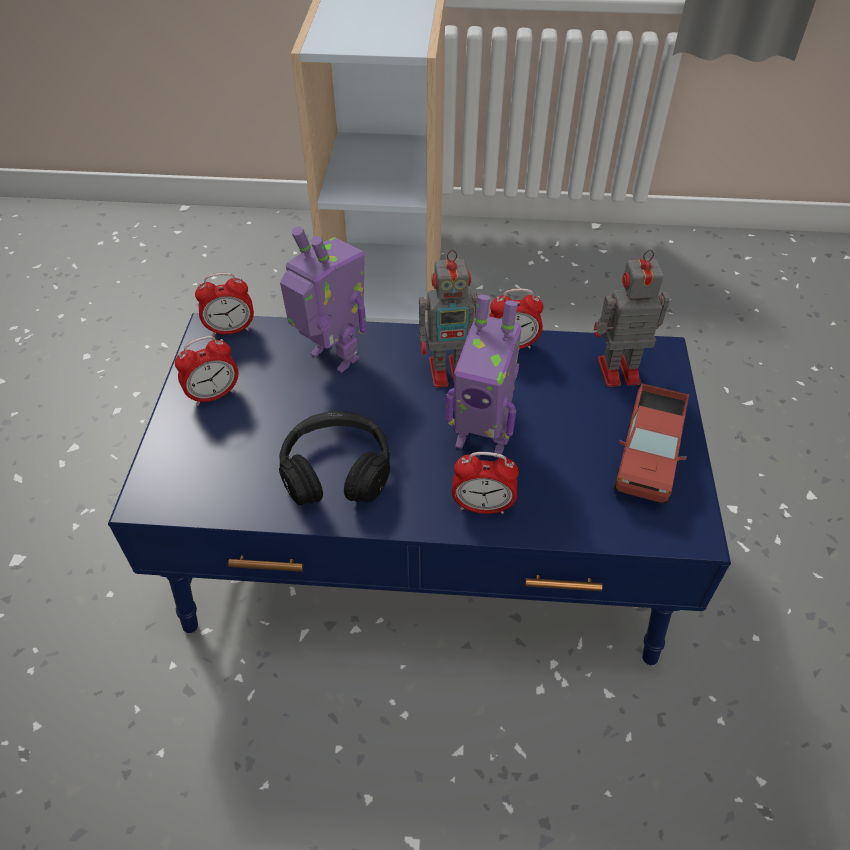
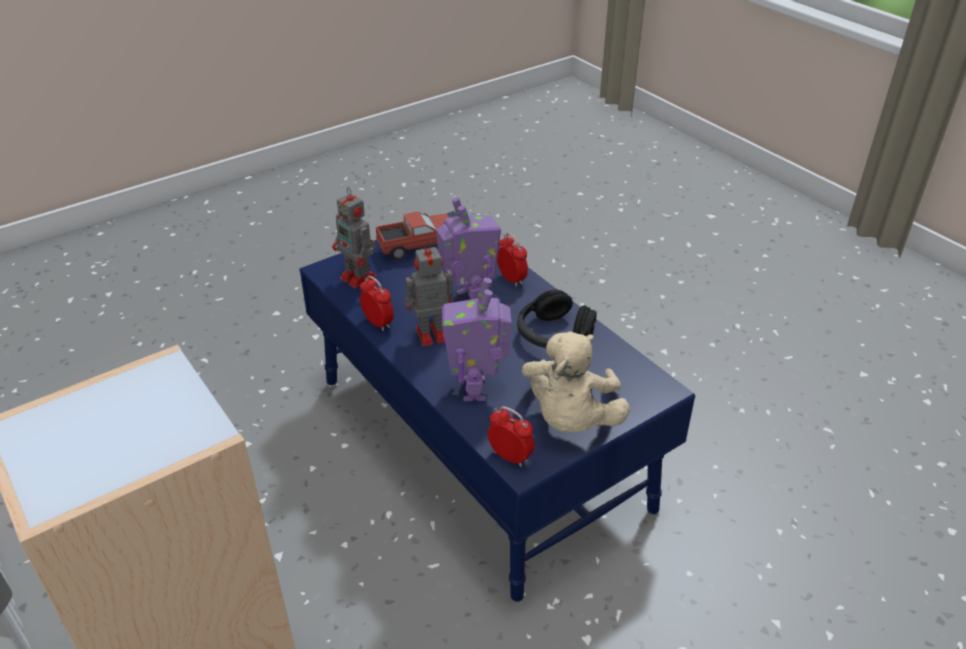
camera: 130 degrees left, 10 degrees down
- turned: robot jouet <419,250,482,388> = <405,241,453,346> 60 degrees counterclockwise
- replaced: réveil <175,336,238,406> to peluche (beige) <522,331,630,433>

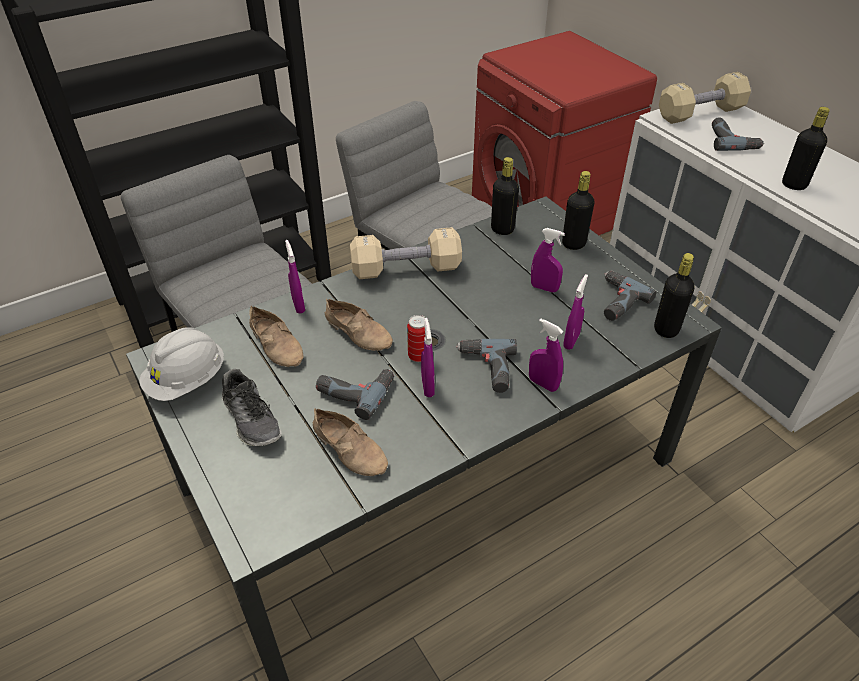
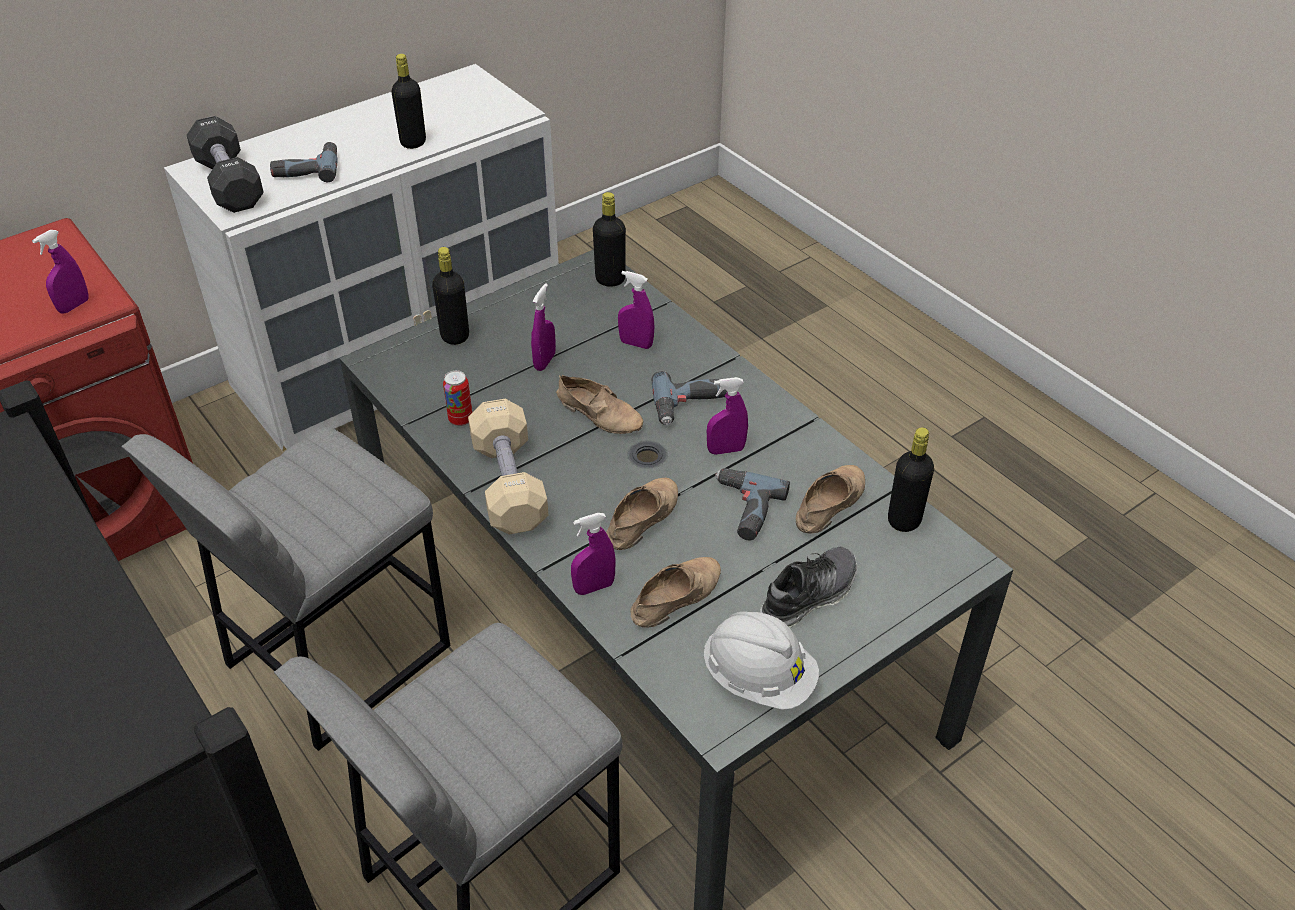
camera: 95 degrees left, 0 degrees up
- recoloured: haltère (beige) <659,72,751,124> to haltère (noir) <186,116,264,213>
- moved: bouteille (noir) <491,157,519,235> to <888,427,934,532>
- removed: perceuse <604,271,657,321>
- moved: boîte métallique <407,315,426,362> to <443,370,472,426>
- moved: vaporisateur (violet) <529,318,563,392> to <32,230,89,314>
- added: chaussure (beige) <556,375,643,434>

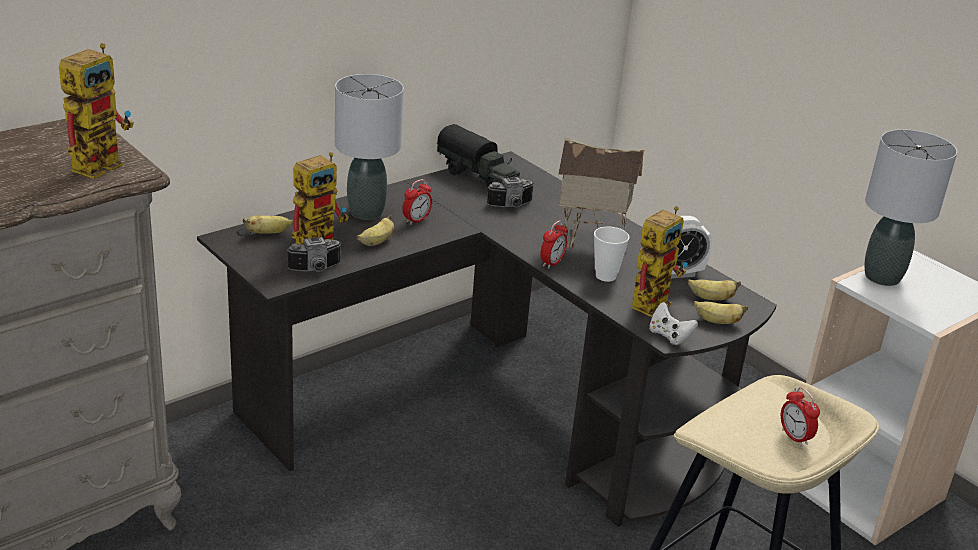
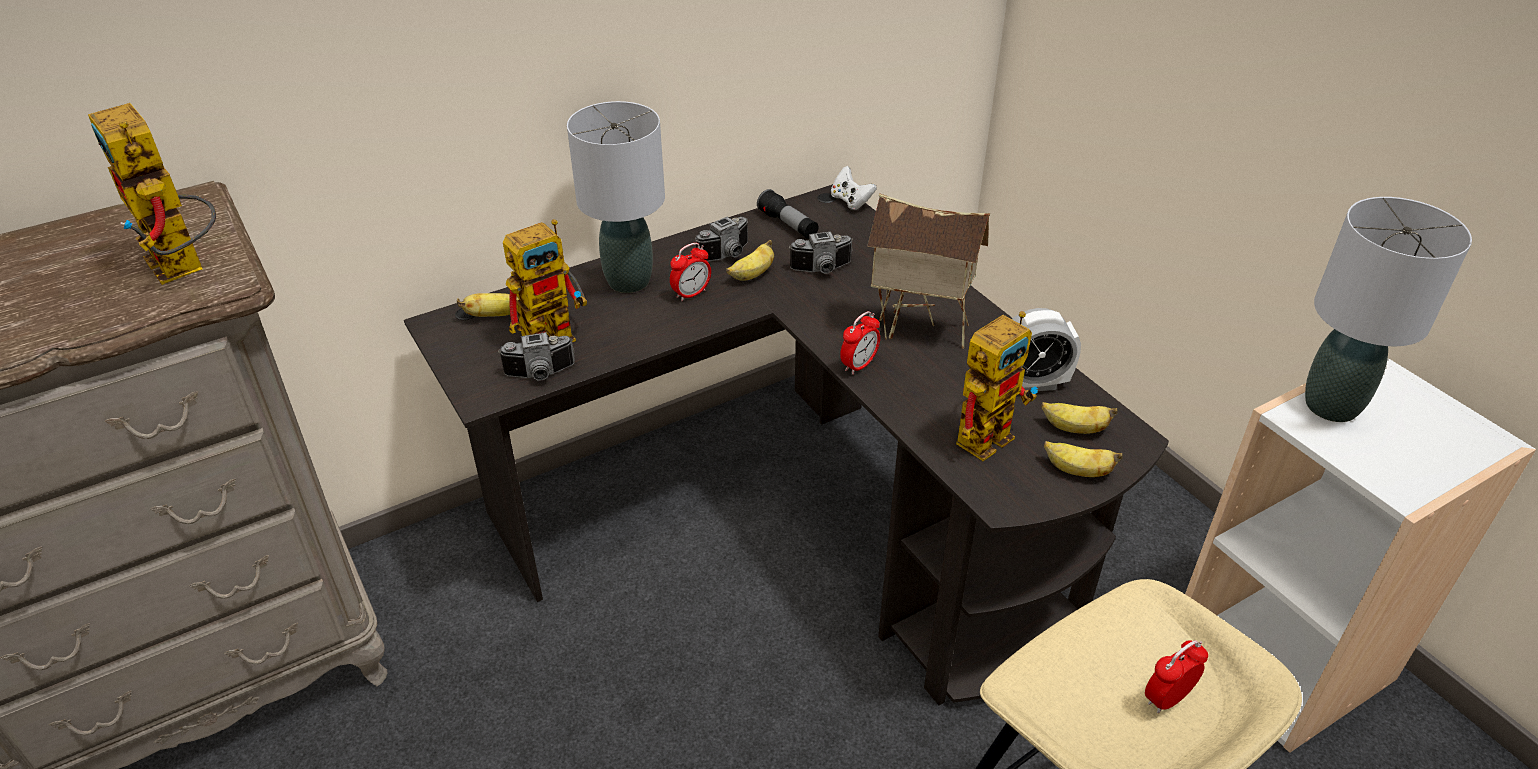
camera: 10 degrees right, 10 degrees up
- turned: robot jouet <59,43,134,179> = <88,103,216,285> 105 degrees clockwise
- replaced: camion jouet <437,124,521,189> to lampe de poche <757,189,819,239>
- moved: banane <357,215,394,246> to <726,240,774,281>
- removed: tasse <594,227,630,282>
- moved: manette (blanc) <649,302,698,345> to <831,166,876,210>
- turned: réveil <781,387,820,446> = <1145,640,1208,713> 75 degrees clockwise
- added: appareil photo <695,217,748,262>

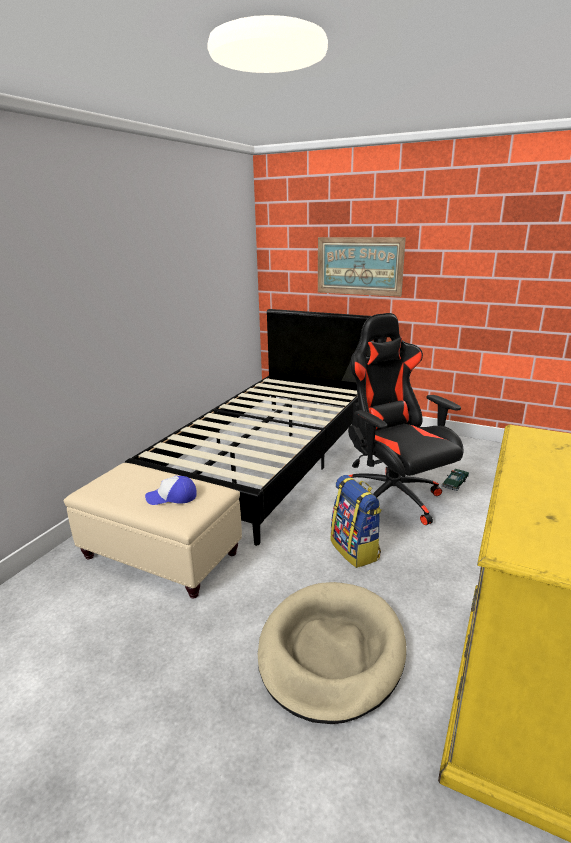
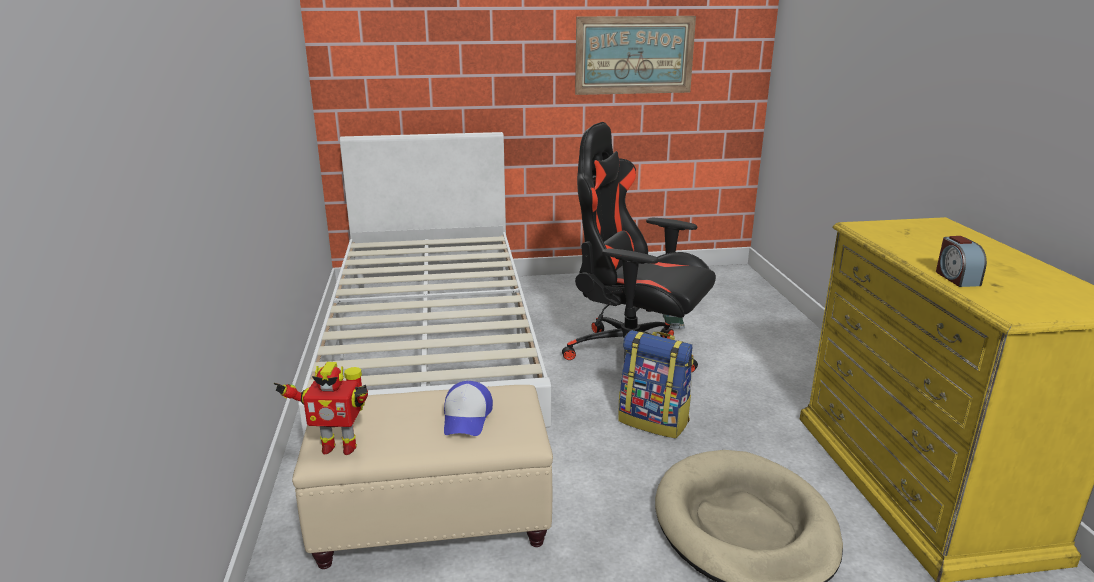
camera: 35 degrees left, 0 degrees up
- moved: tableau <318,237,406,297> to <575,16,696,95>
- recoloured: lit (noir) <124,309,371,546> to lit (blanc) <298,132,551,438>
- turned: casquette <145,476,197,505> = <444,381,493,436> 45 degrees counterclockwise
- added: réveil <936,236,987,287>
- added: robot jouet <274,362,368,455>

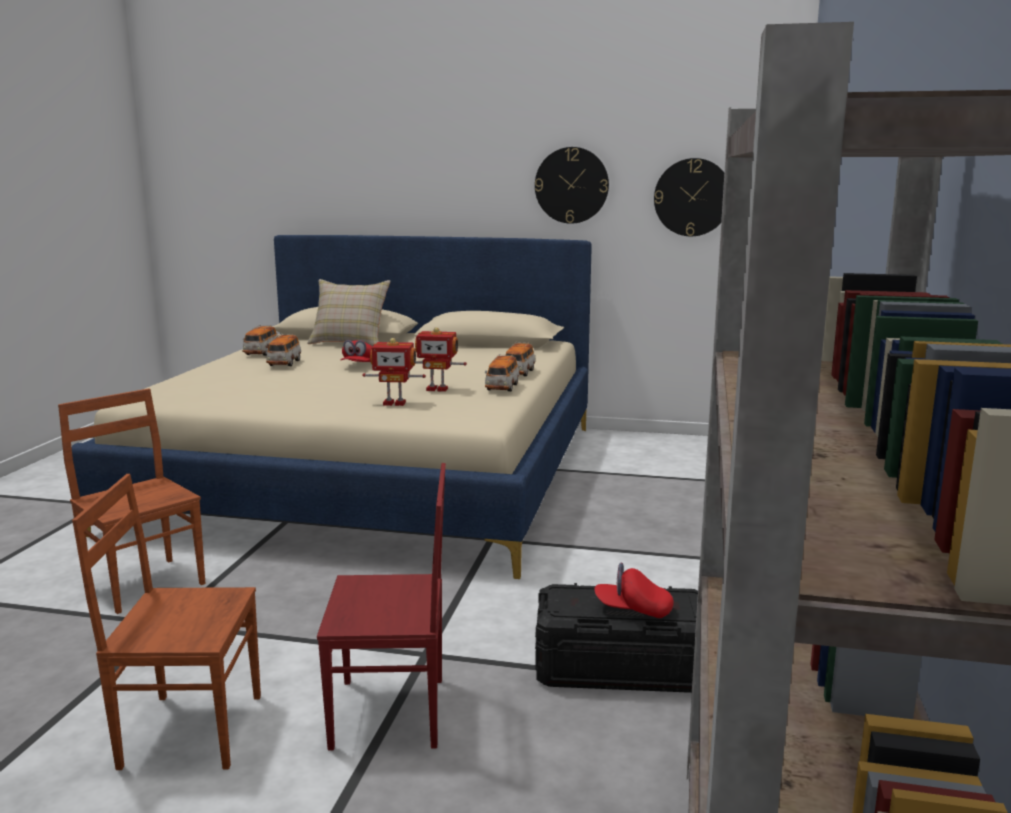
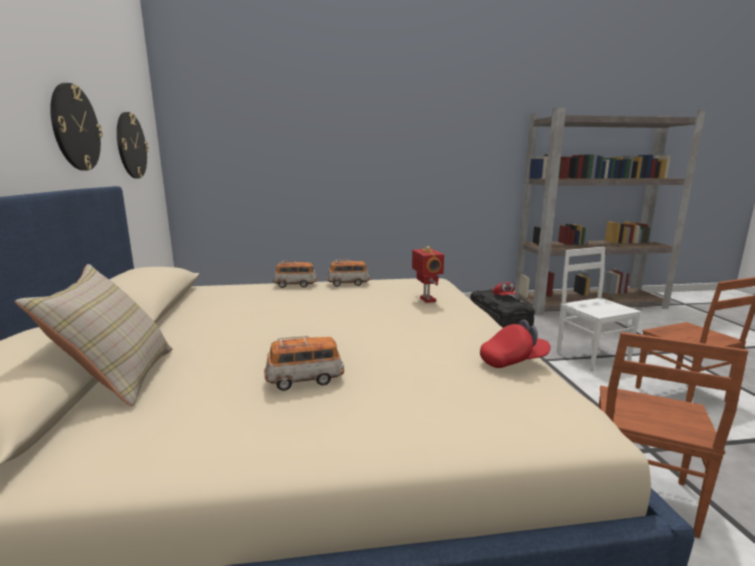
camera: 110 degrees left, 0 degrees up
- removed: petite voiture <242,325,278,356>
- removed: robot jouet <415,327,467,392>
- moved: casquette (rouge) <341,340,372,362> to <480,319,551,368>
- recoloured: chaise (rouge) <317,463,446,751> to chaise (blanc) <557,247,642,371>

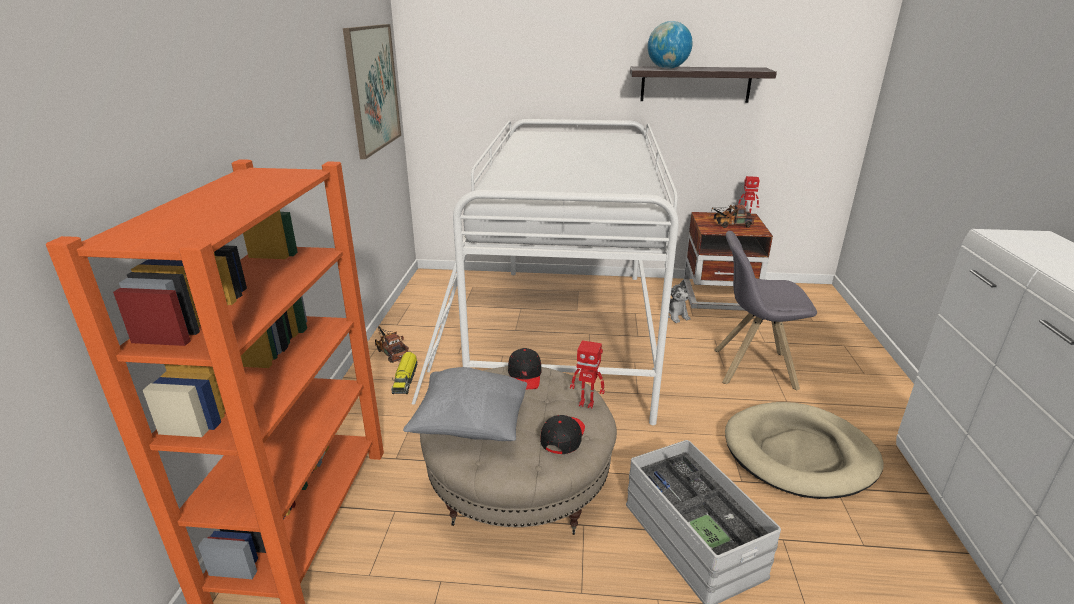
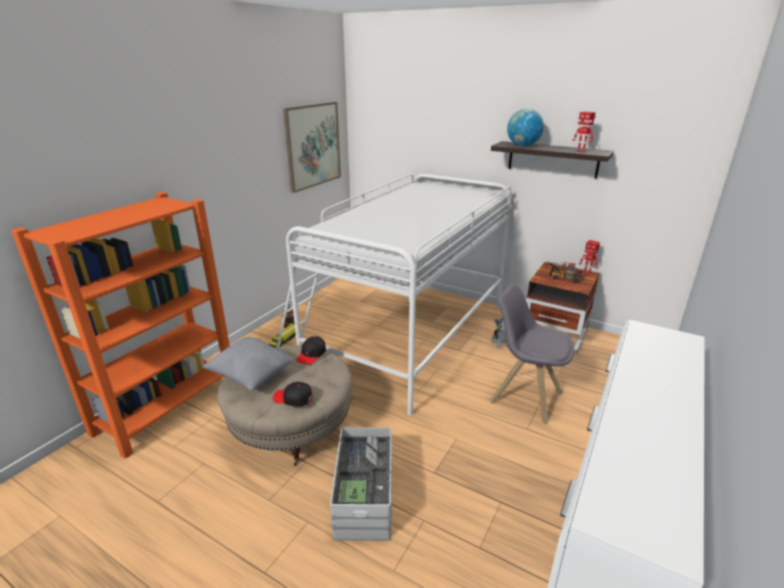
camera: 25 degrees right, 0 degrees up
- moved: robot jouet <570,340,605,408> to <572,111,596,153>
- removed: panier pour chien (beige) <725,402,883,499>
- turned: casquette (noir) <540,415,585,454> = <273,382,313,407> 120 degrees counterclockwise

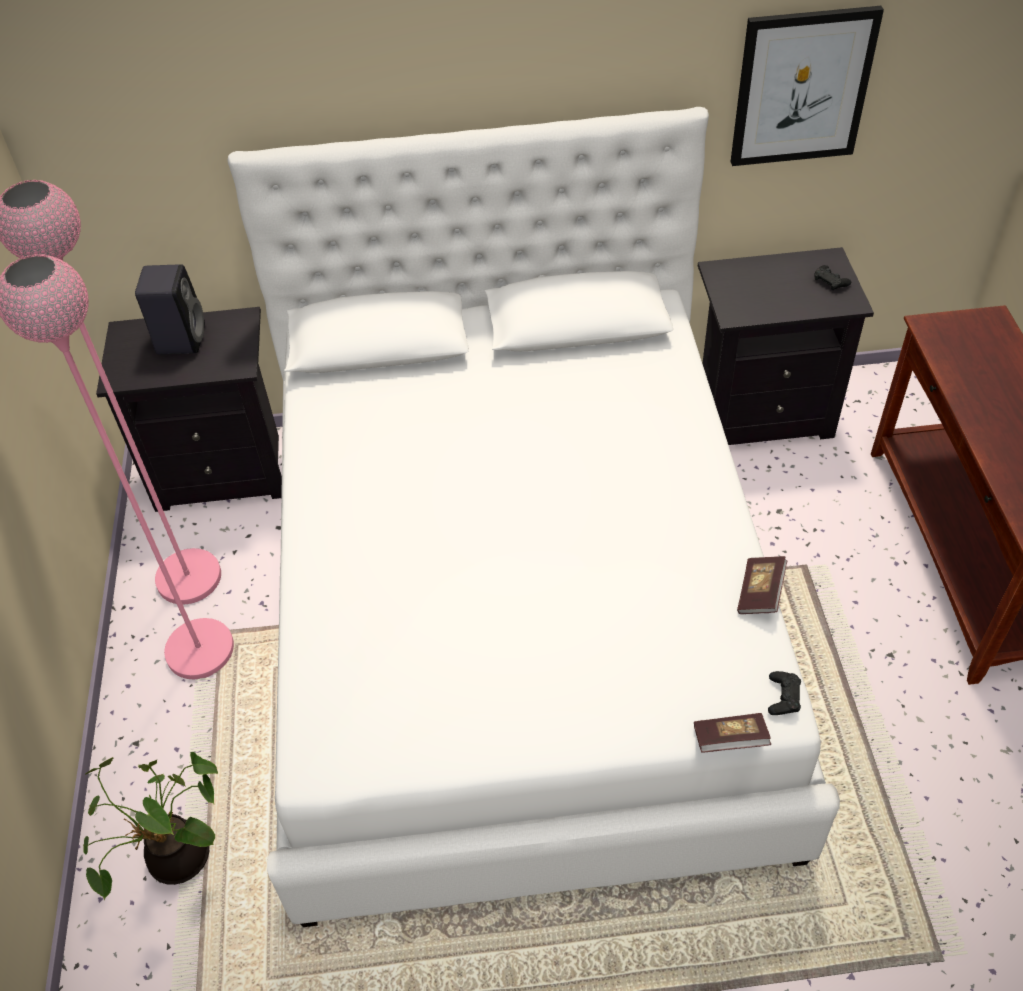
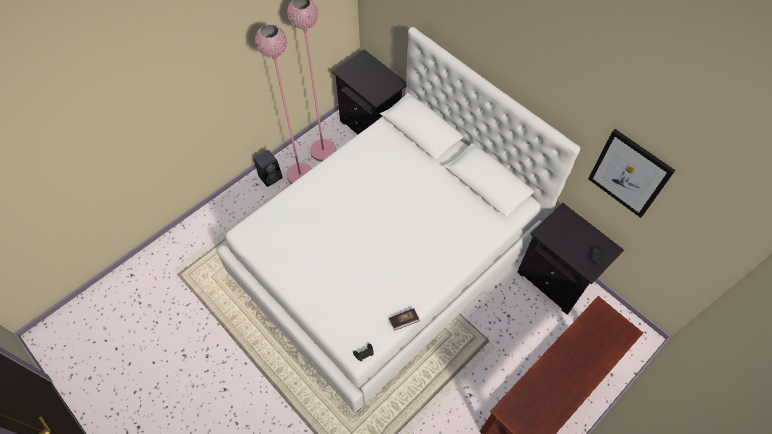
camera: 50 degrees right, 10 degrees up
- moved: enceinte (noir) <135,264,205,354> to <254,150,283,187>
- removed: livre <694,713,771,753>
- removed: plante en pot <83,752,218,900>

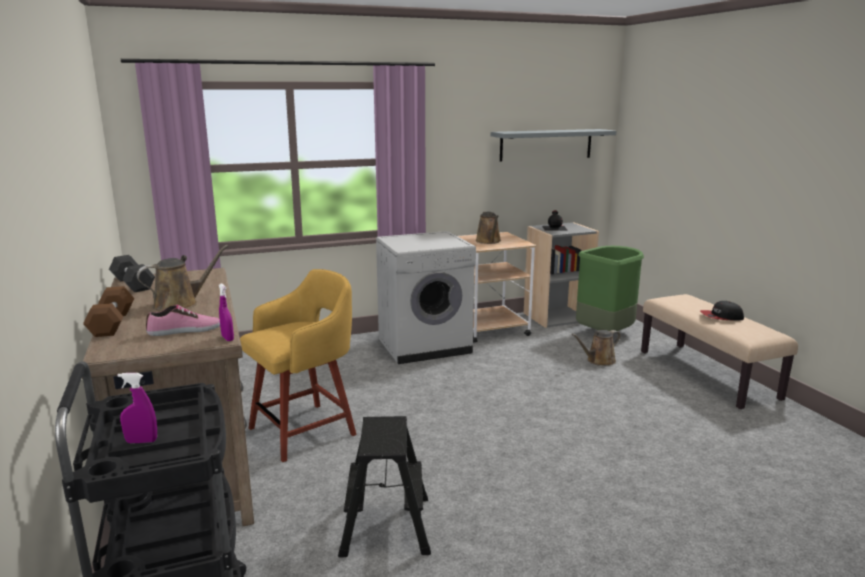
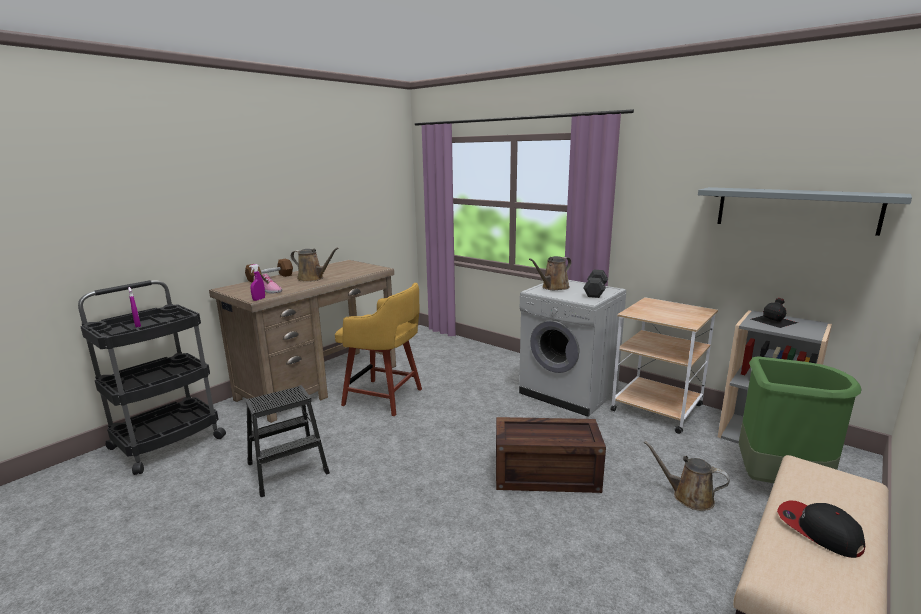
camera: 60 degrees right, 0 degrees up
- moved: arrosoir (marron) <476,211,501,244> to <529,256,571,290>
- moved: haltère (noir) <109,255,155,292> to <583,270,608,298>
- added: caisse <496,417,606,493>

